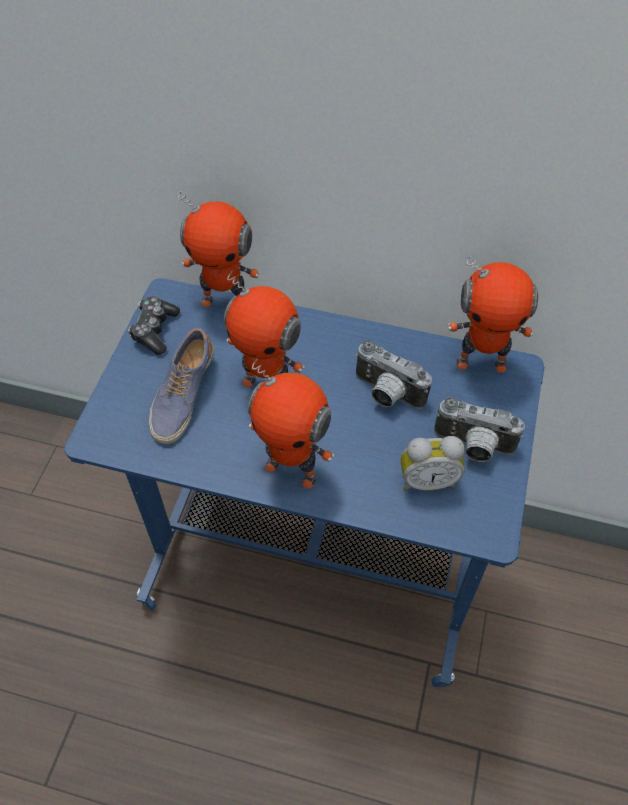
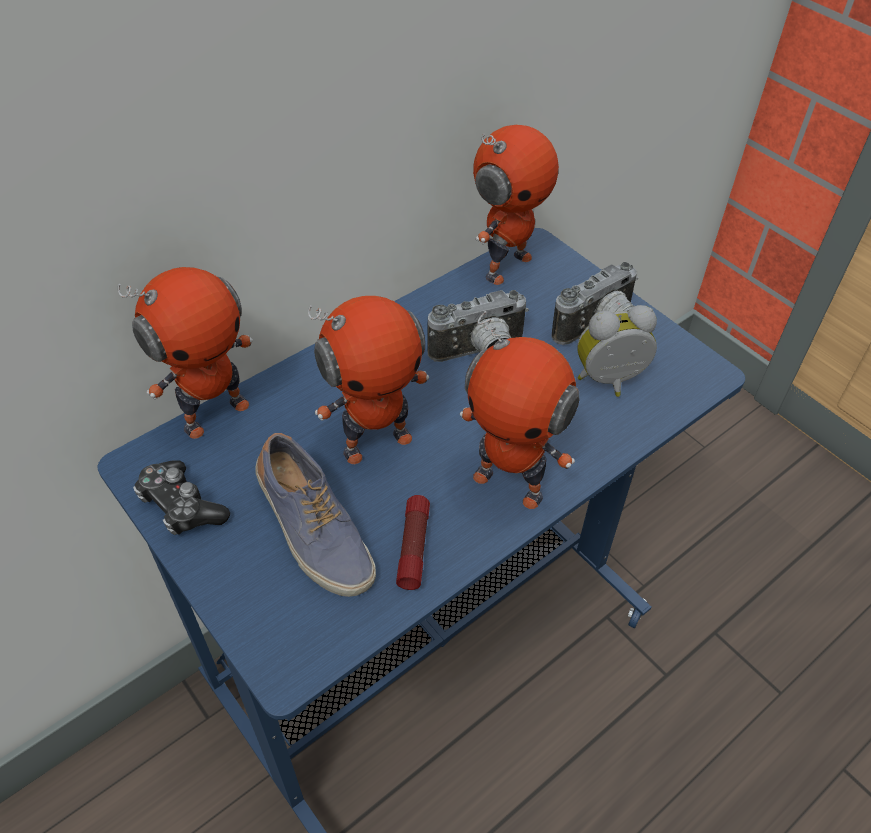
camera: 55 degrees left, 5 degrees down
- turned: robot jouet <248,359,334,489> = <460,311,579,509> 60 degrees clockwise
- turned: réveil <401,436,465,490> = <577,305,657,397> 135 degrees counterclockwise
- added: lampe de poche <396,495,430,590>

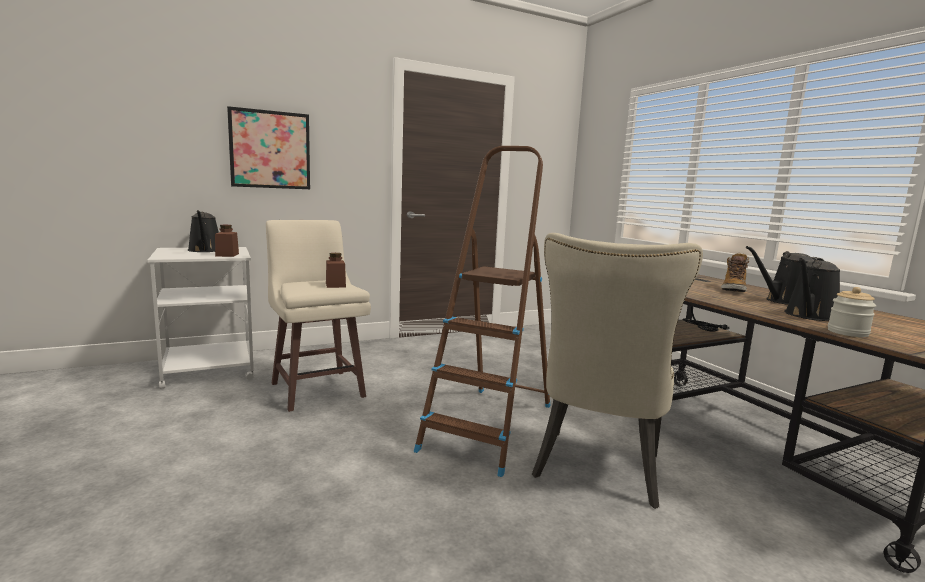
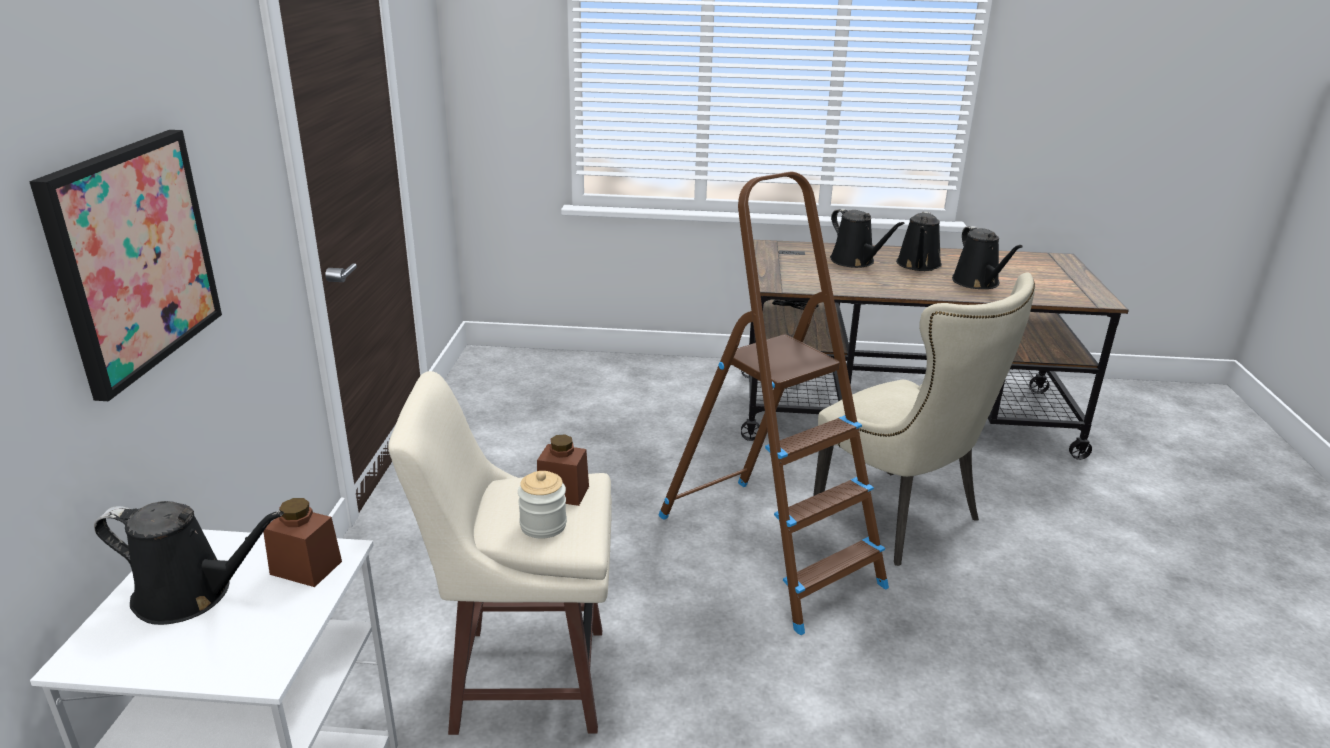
camera: 60 degrees left, 15 degrees up
- replaced: botte <721,252,750,292> to arrosoir (noir) <830,208,905,268>
- moved: bocal <828,287,876,337> to <518,471,567,539>

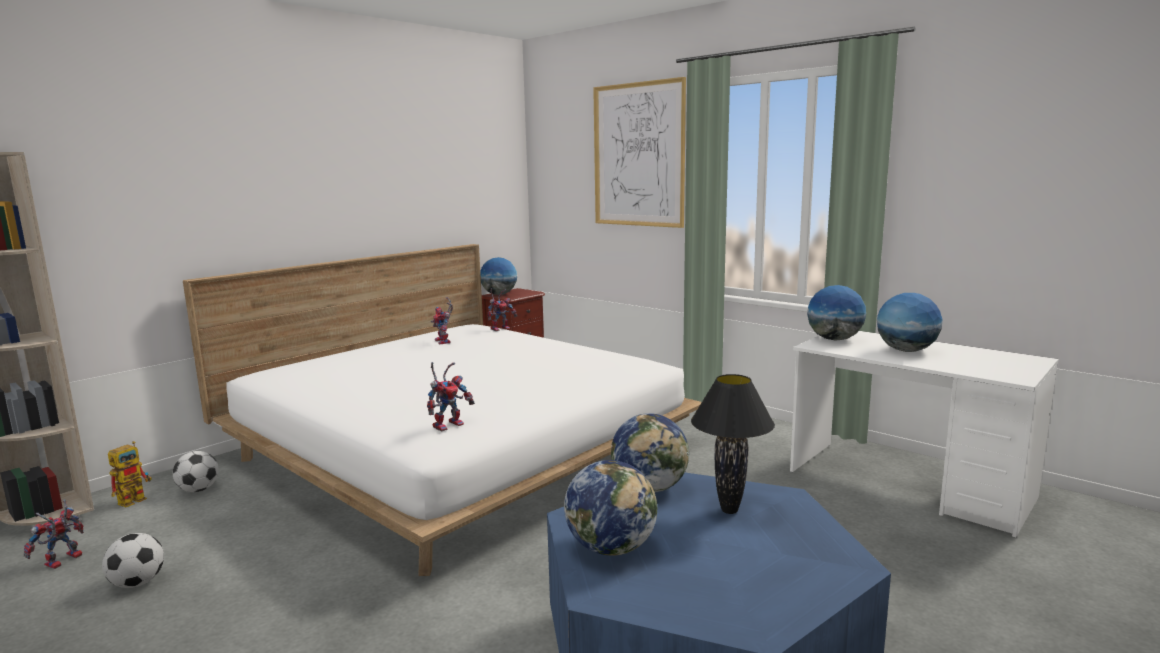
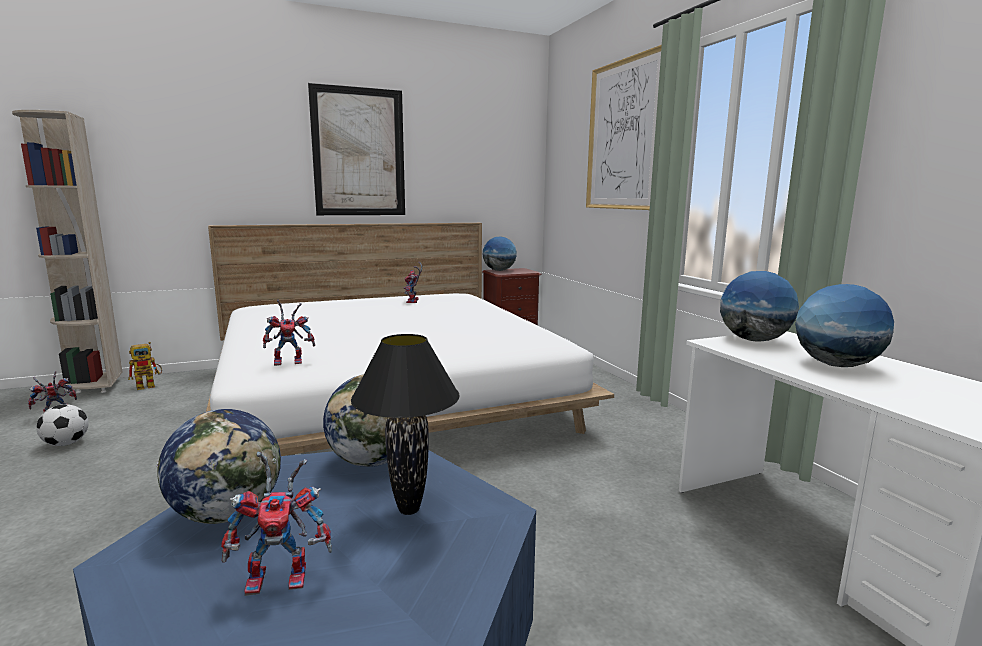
camera: 25 degrees right, 0 degrees up
- moved: robot jouet <487,288,517,331> to <221,452,332,596>
- removed: ballon de foot <173,451,219,492>
- added: tableau <308,83,405,215>

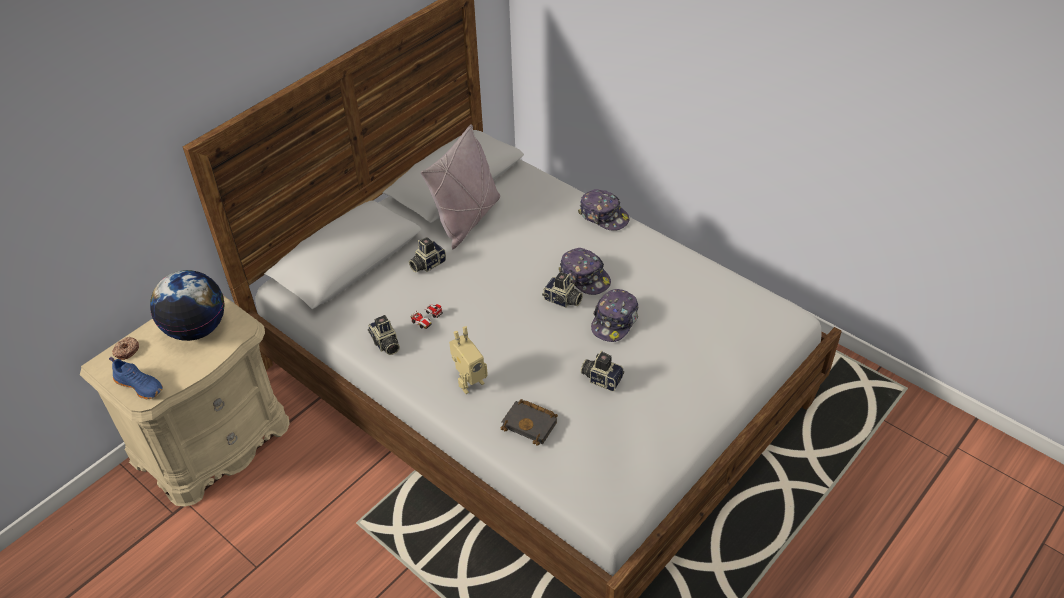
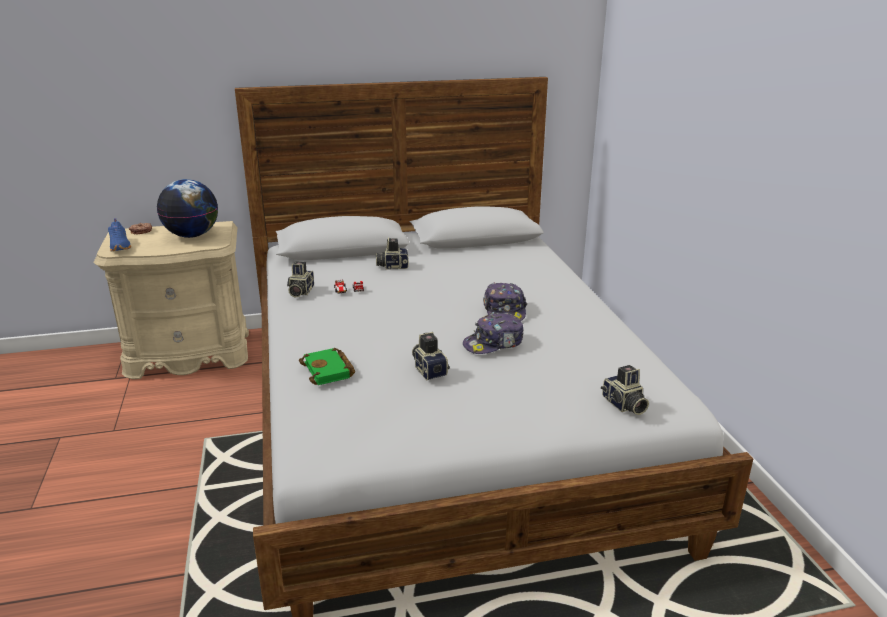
camera: 35 degrees right, 20 degrees down
- removed: coussin (violet) <421,124,500,249>
- removed: casquette <578,189,630,231>
- moved: appareil photo <542,272,583,308> to <601,365,649,415>
- removed: robot jouet <449,326,488,394>
- recoloured: livre (noir) <501,399,558,446> to livre (vert) <299,348,355,385>

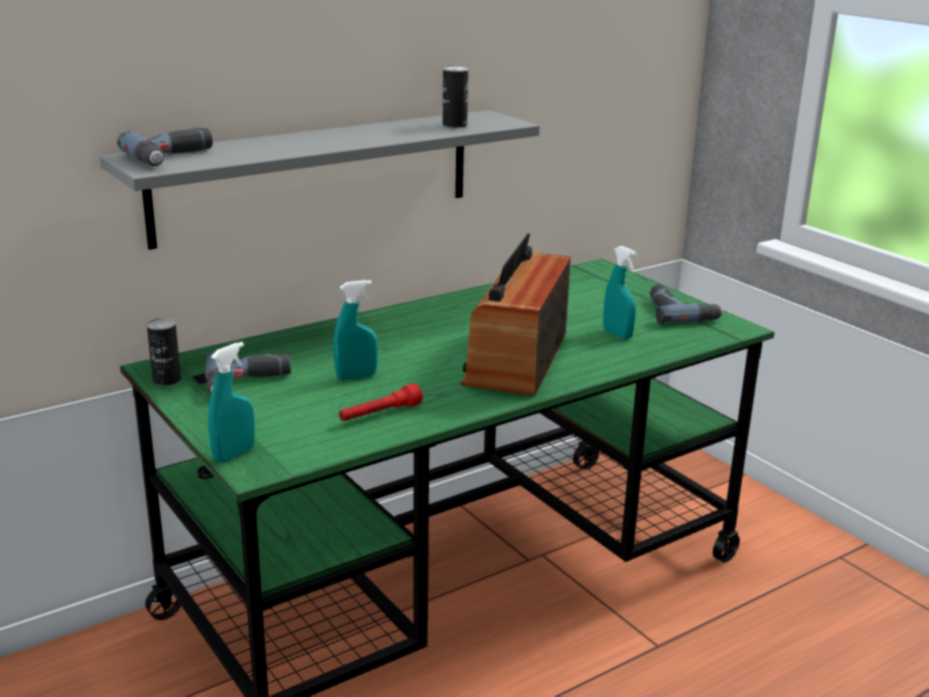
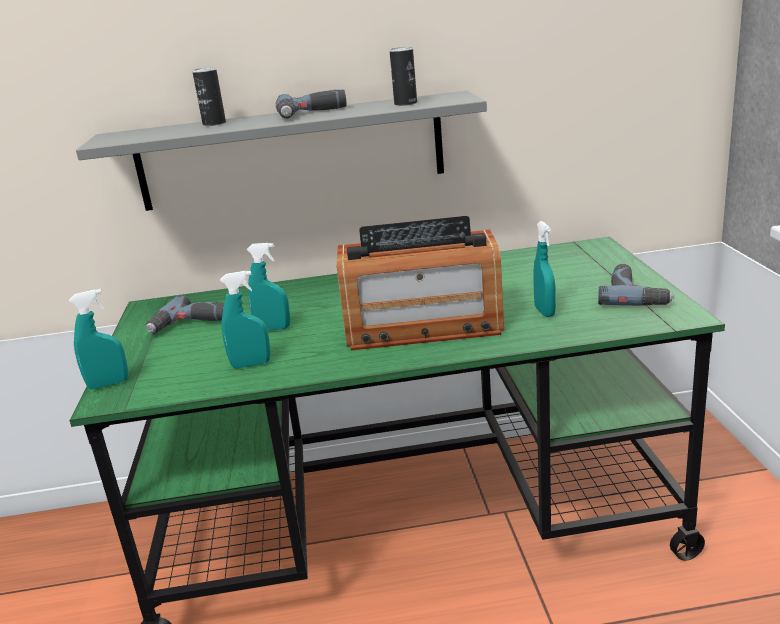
camera: 30 degrees right, 0 degrees up
- moved: perceuse <117,128,213,166> to <276,90,347,119>
- turned: radio <461,233,571,396> = <337,216,504,350> 135 degrees counterclockwise
- moved: boîte métallique <147,318,181,386> to <193,67,226,126>
- replaced: lampe de poche (rouge) <339,384,423,421> to vaporisateur (turquoise) <220,271,270,368>

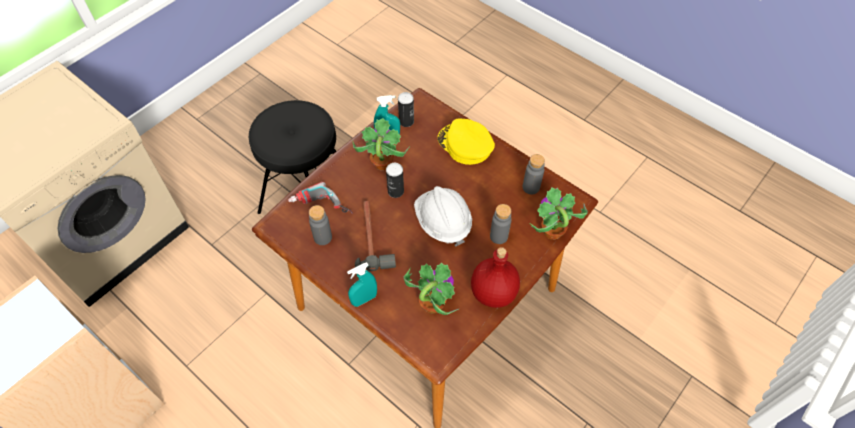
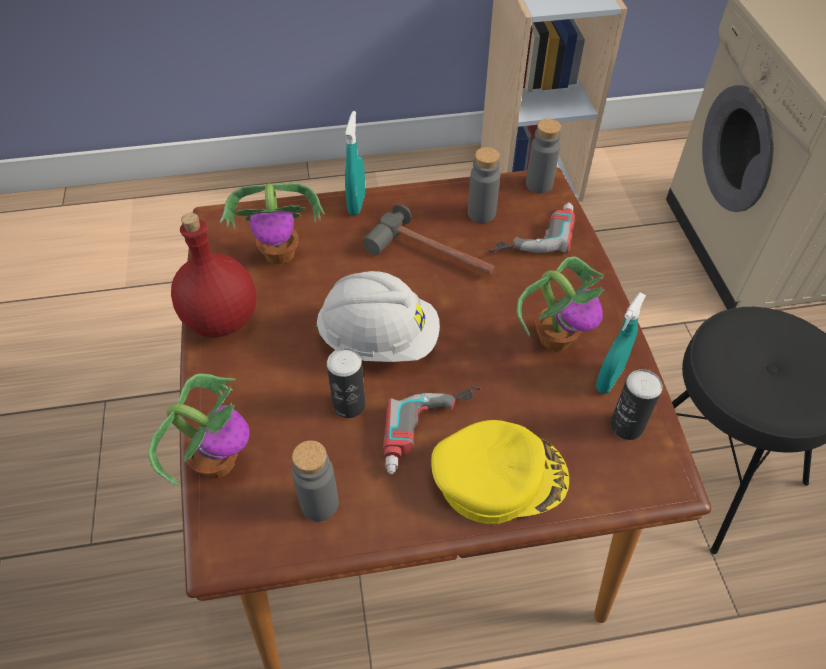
camera: 130 degrees right, 5 degrees down
- moved: boîte métallique <386,163,404,198> to <327,348,365,418>
- moved: bouteille (gris) <490,204,512,244> to <526,119,561,193>
- added: perceuse <383,386,481,475>

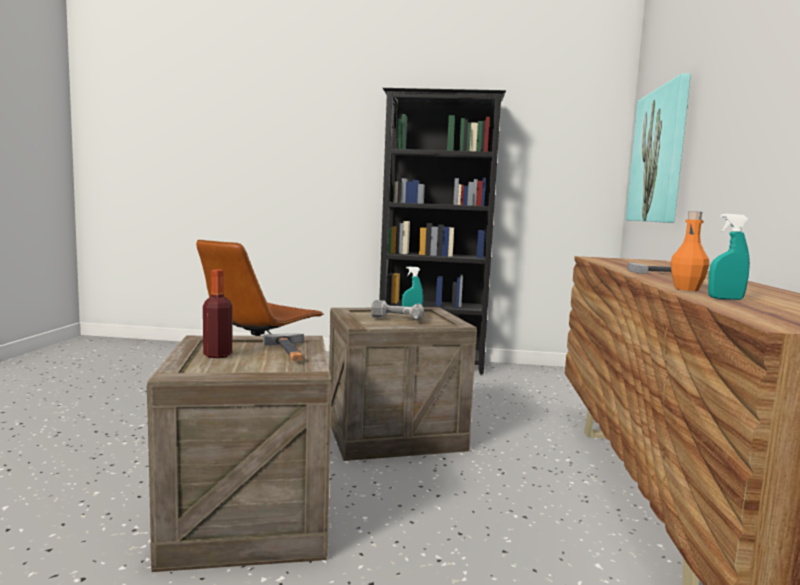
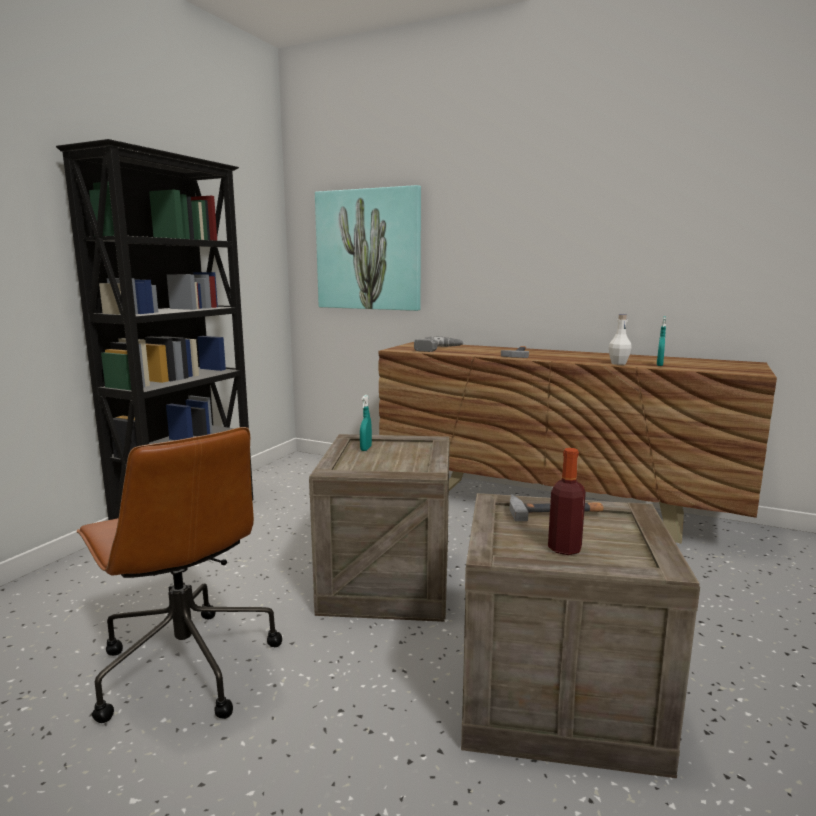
camera: 70 degrees left, 5 degrees up
- recoloured: bouteille (orange) <671,211,709,291> to bouteille (blanc) <609,314,632,365>
- moved: perceuse <371,300,424,320> to <414,336,464,352>

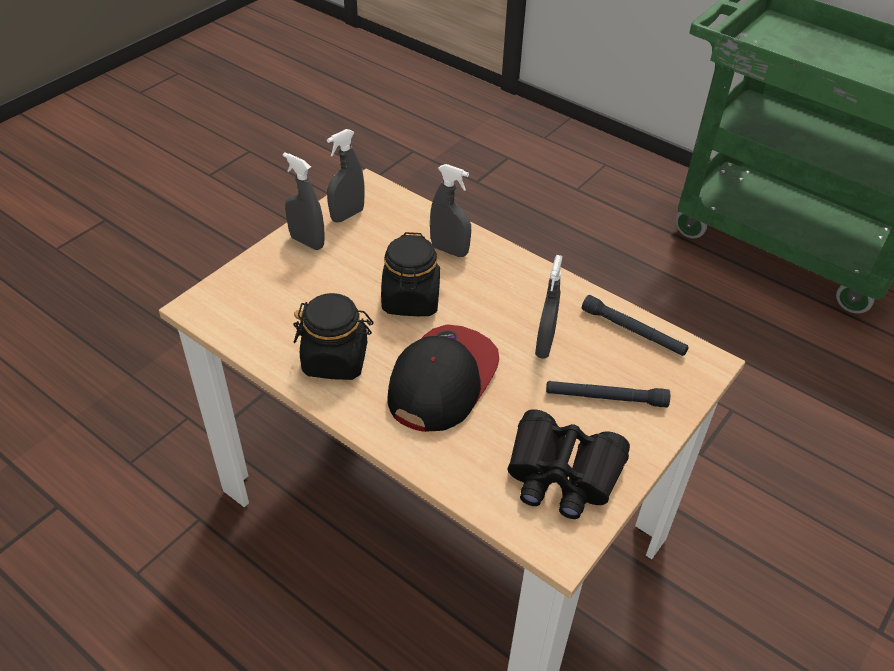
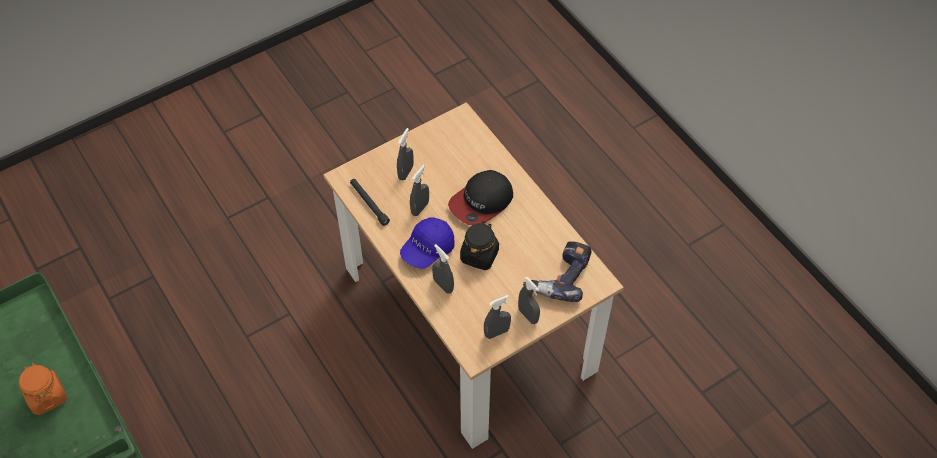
camera: 160 degrees left, 10 degrees up
- removed: bocal (noir) <293,293,374,380>
- replaced: lampe de poche (noir) <546,381,670,408> to vaporisateur (gris) <397,128,414,180>
- removed: jumelles (noir) <507,409,630,519>
- added: casquette (bleu) <400,217,455,268>
- added: perceuse <523,241,591,302>
- added: bocal (orange) <19,363,67,415>

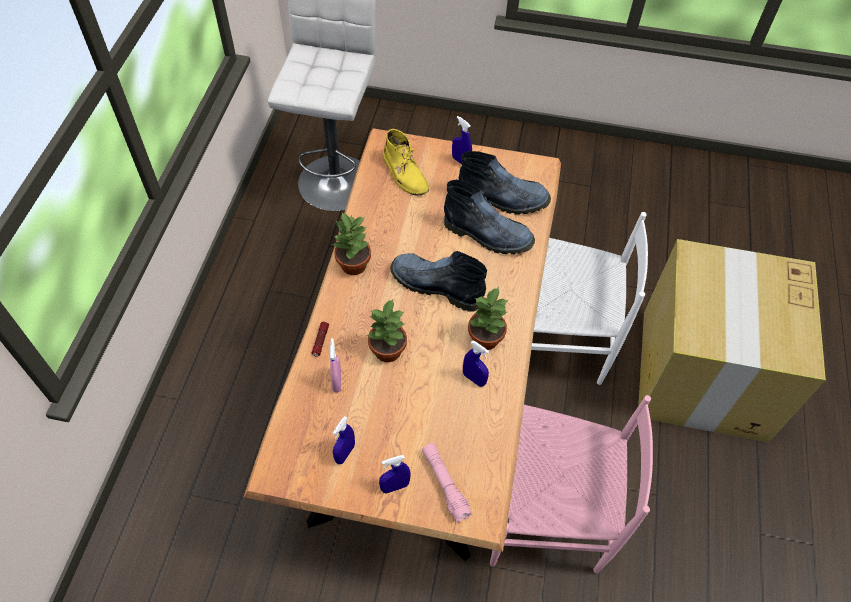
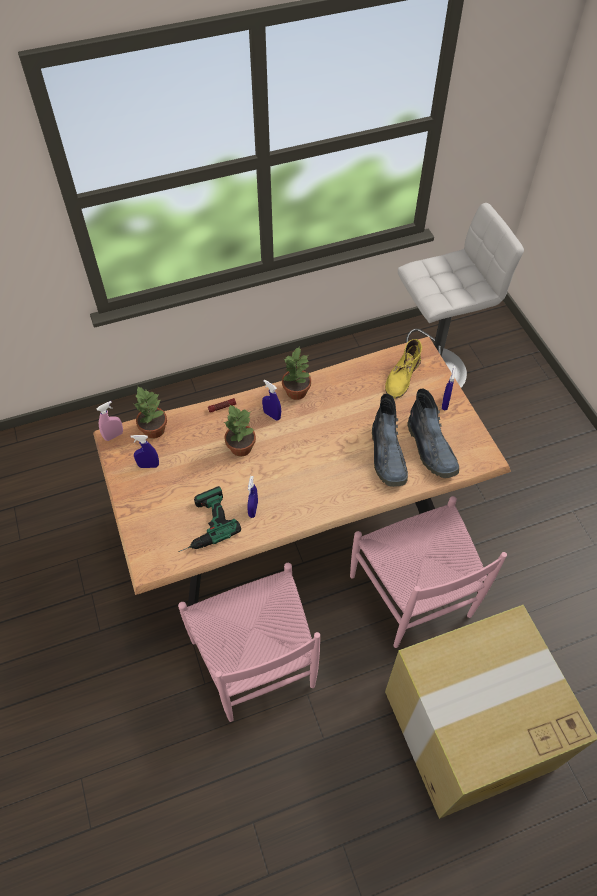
camera: 60 degrees right, 0 degrees up
- recoloured: chaise (blanc) <531,212,648,385> to chaise (rose) <350,496,507,648>
- removed: botte <390,251,487,312>
- moved: plante en pot <468,287,508,350> to <134,387,167,439>
- moved: vaporisateur (rose) <330,338,341,393> to <97,401,123,441>
- removed: lampe de poche (rose) <422,443,473,523>
- moved: vaporisateur (bleu) <379,455,411,493> to <262,380,281,421>
- added: perceuse <179,486,241,552>

